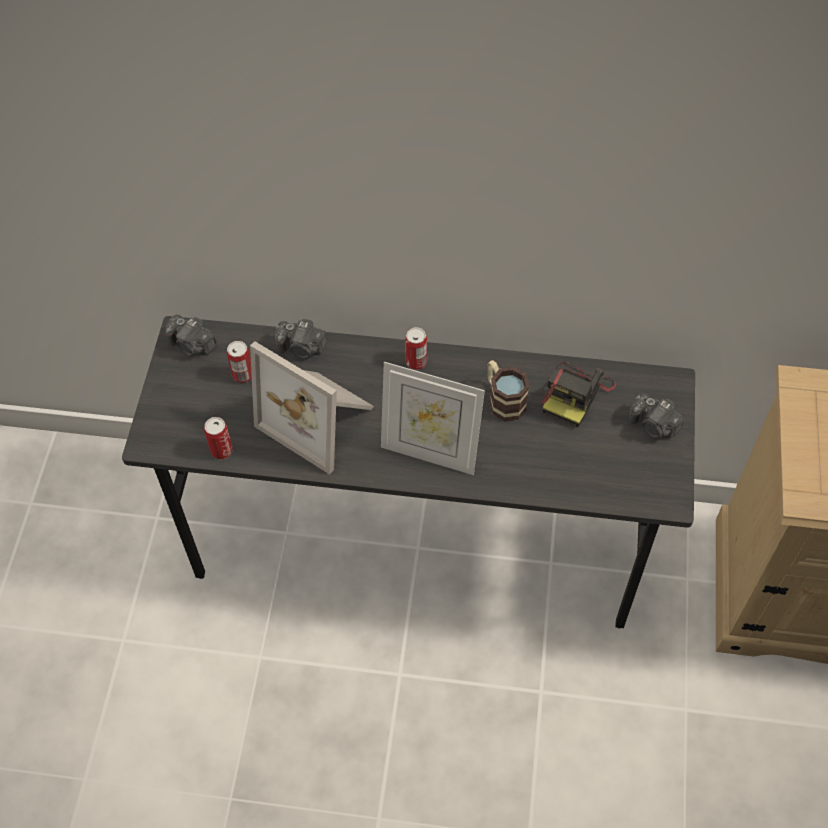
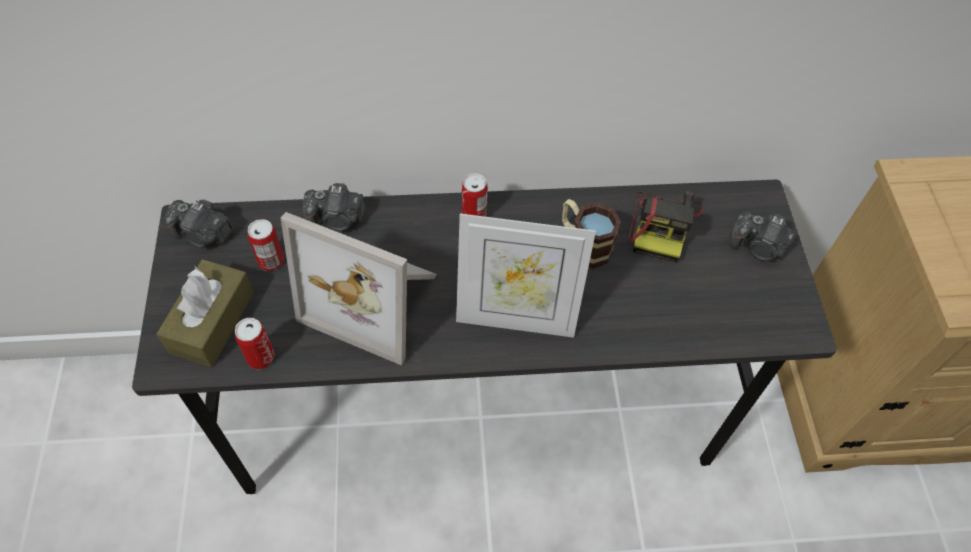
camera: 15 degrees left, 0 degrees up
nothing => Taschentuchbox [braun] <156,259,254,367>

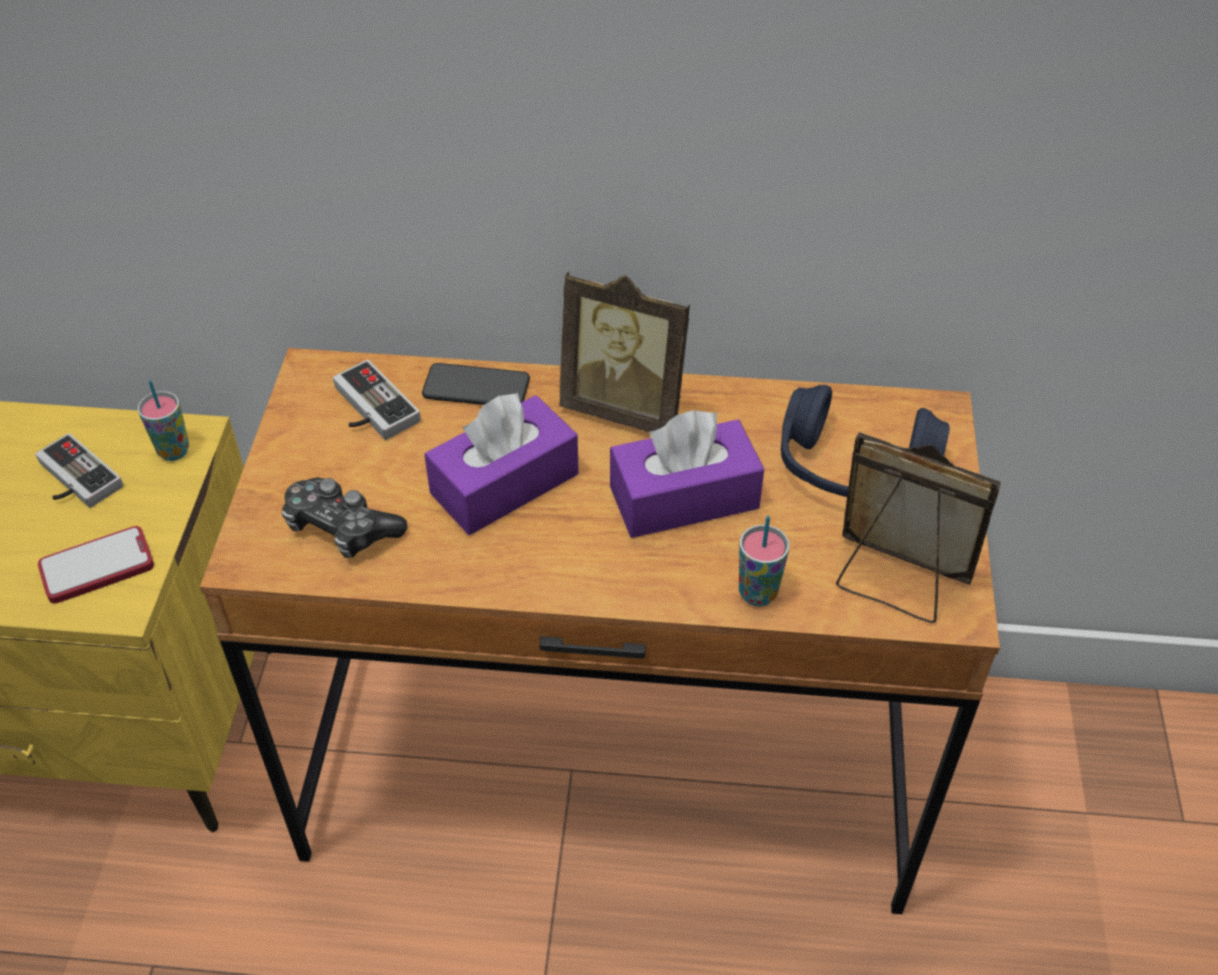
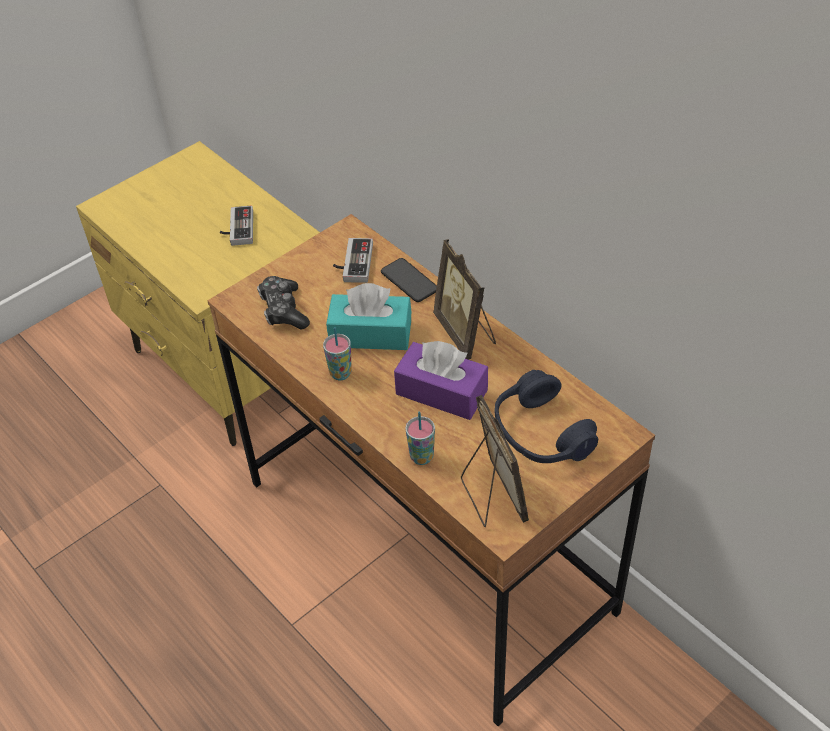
camera: 45 degrees right, 0 degrees up
Handy <38,526,154,604> => nothing
Tasse <137,380,189,461> => Tasse <323,327,352,380>, move
Taschentuchbox [lila] <424,392,579,535> => Taschentuchbox [türkis] <326,283,412,350>

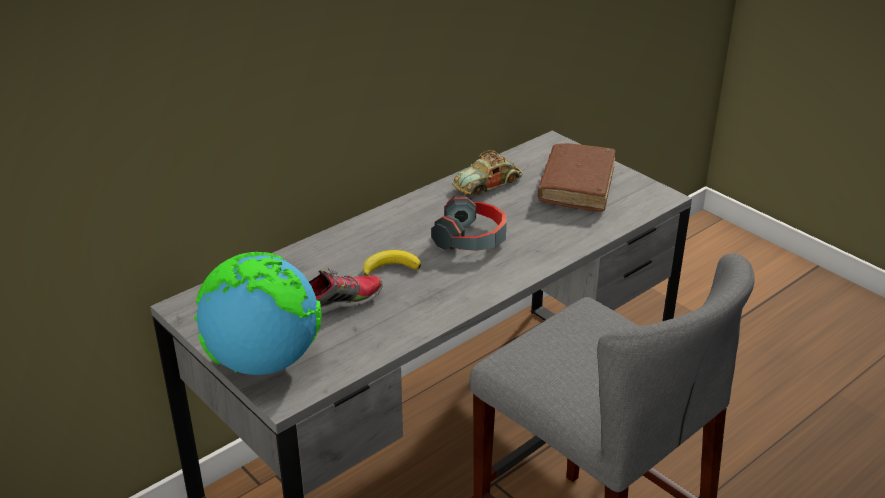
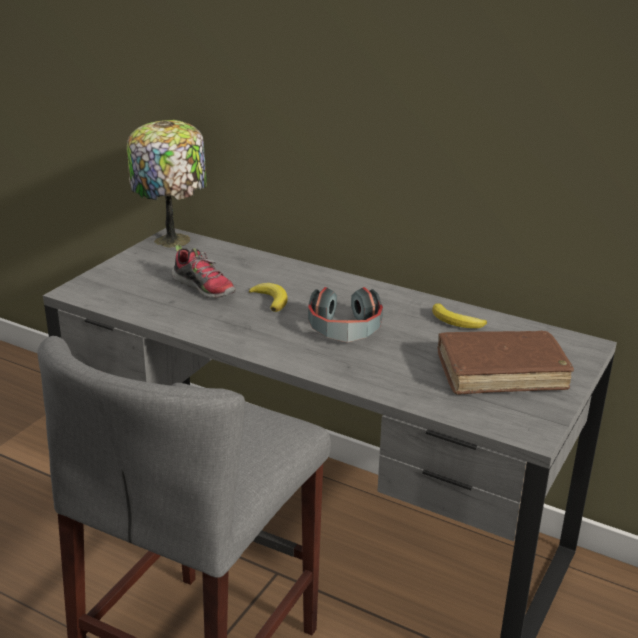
camera: 70 degrees right, 5 degrees down
Globus <194,252,322,375> => nothing
nothing => Tischlampe <127,120,207,248>
Spielzeugauto <452,150,523,195> => Banane <432,303,487,328>

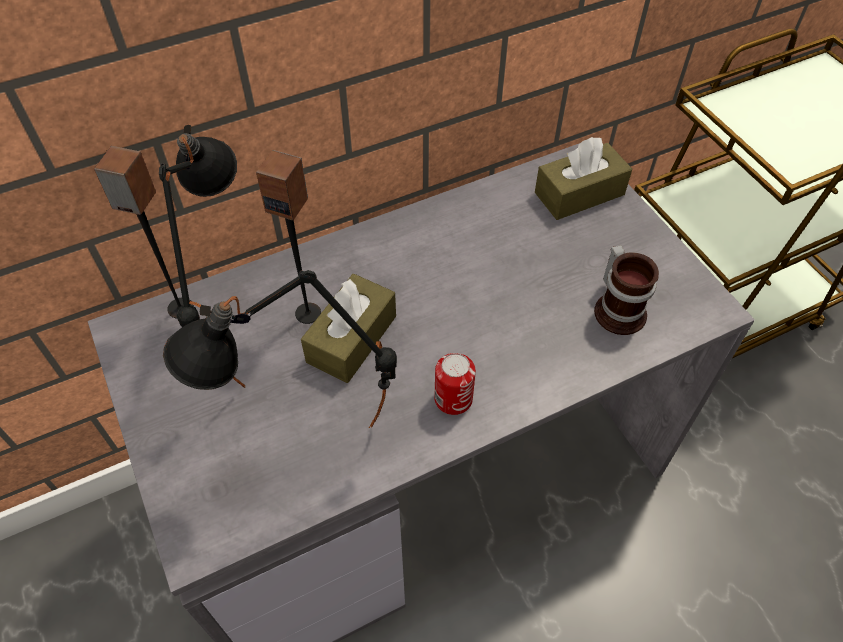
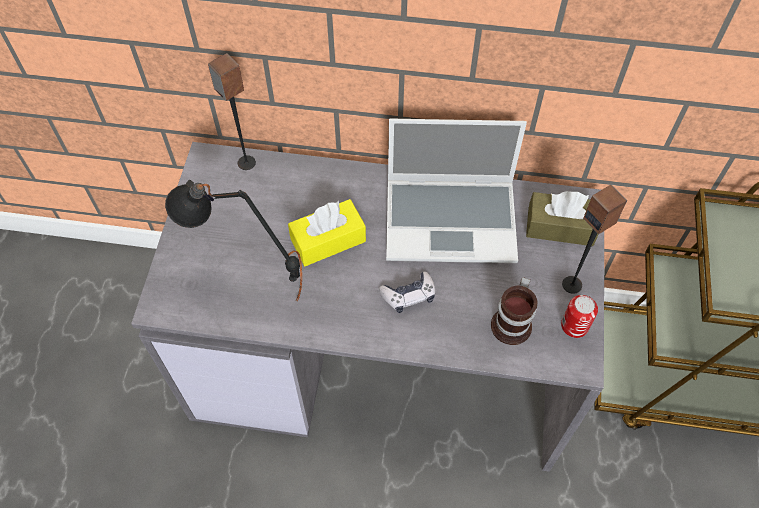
camera: 35 degrees right, 5 degrees up
Tischlampe [schwarz] <159,125,245,388> => nothing
nothing => Gamepad <379,271,435,313>
nothing => Laptop <386,119,527,263>
Lautsprecher <256,150,321,324> => Lautsprecher <562,185,627,294>, move
Dose <434,353,476,415> => Dose <561,295,598,338>, move
Taschentuchbox [braun] <301,274,396,383> => Taschentuchbox [gelb] <288,199,366,266>

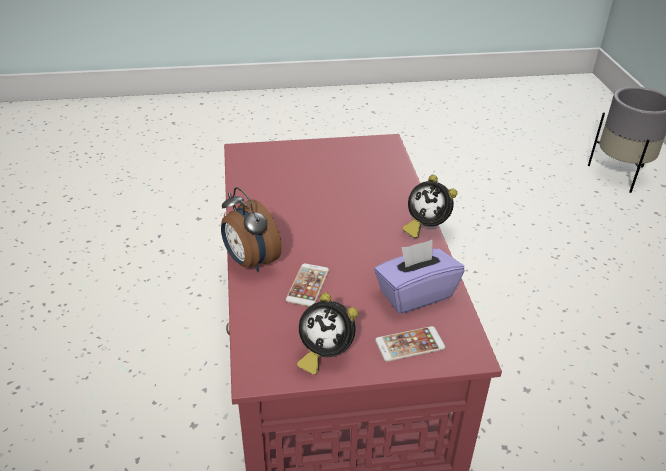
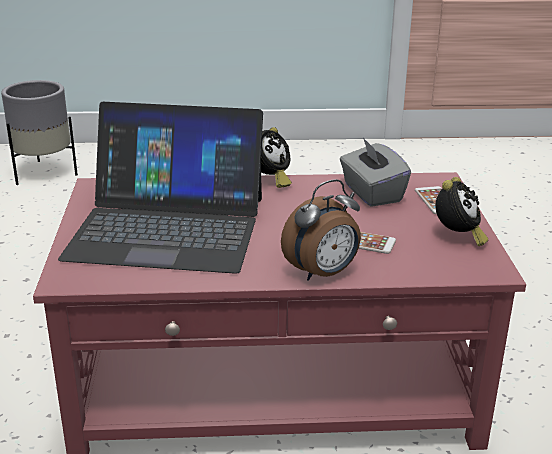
camera: 85 degrees left, 10 degrees down
nothing => Laptop <58,102,263,274>
Taschentuchbox [lila] <374,240,465,314> => Taschentuchbox [grau] <340,138,411,207>

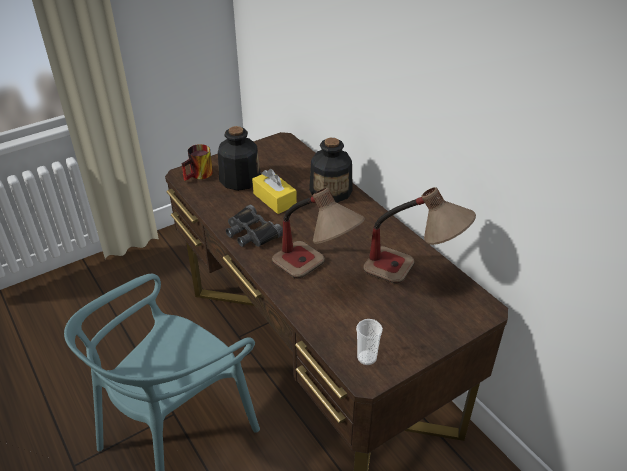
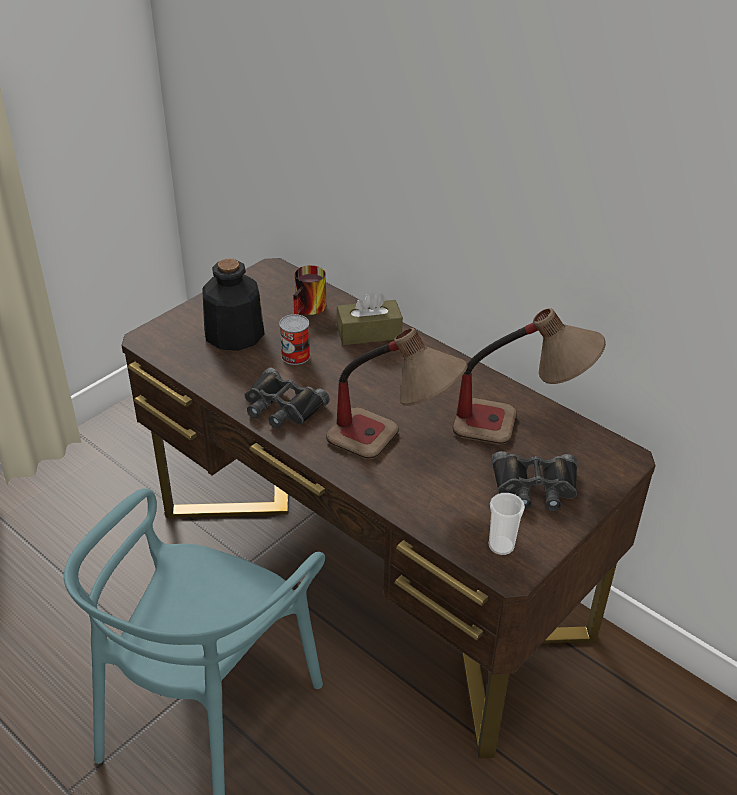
camera: 15 degrees left, 0 degrees up
nothing => Fernglas [schwarz] <492,451,578,511>
Henkelbecher <181,144,213,181> => Henkelbecher <293,265,326,315>, move
Taschentuchbox [gelb] <252,169,297,214> => Dose <279,314,310,365>
Flasche <309,138,353,203> => Taschentuchbox [braun] <337,291,403,345>

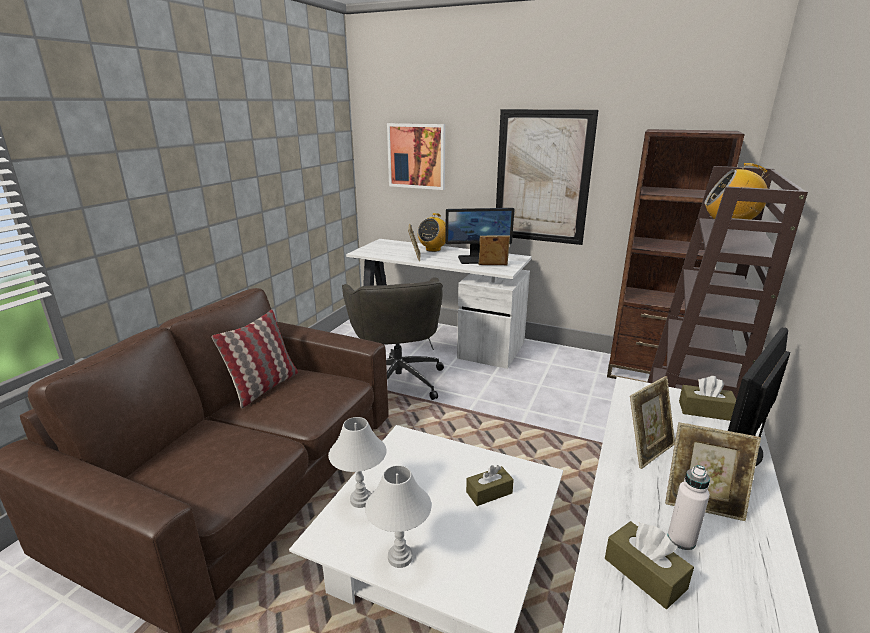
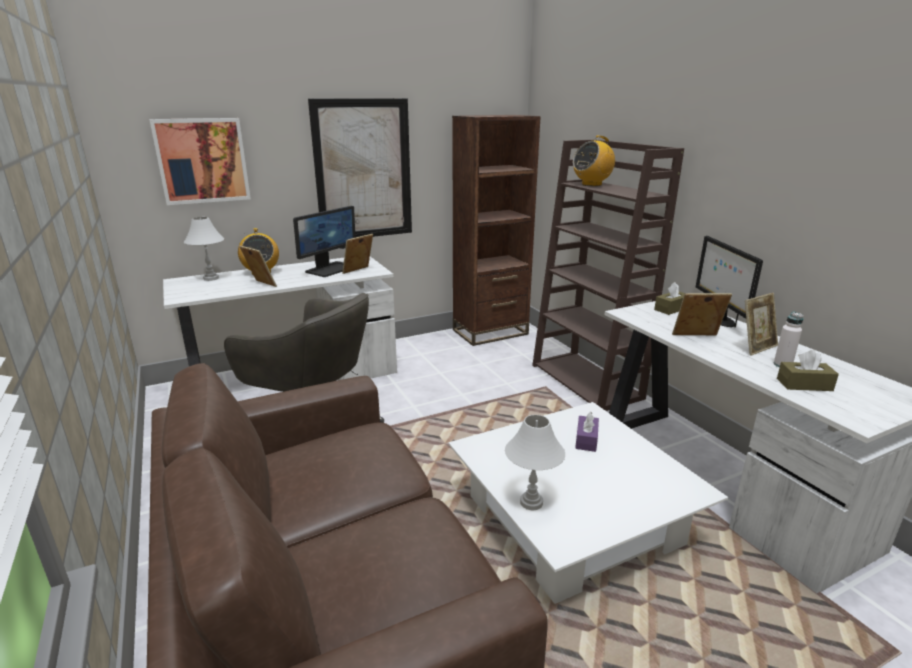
camera: 50 degrees left, 0 degrees up
Kissen <212,309,298,408> => nothing
Tischlampe [weiß] <365,465,432,568> => Tischlampe [weiß] <184,217,224,281>, move
Taschentuchbox [braun] <466,465,514,506> => Taschentuchbox [lila] <575,412,599,452>
Bilderrahmen <630,376,675,469> => Bilderrahmen <672,293,732,336>, 90 degrees counterclockwise

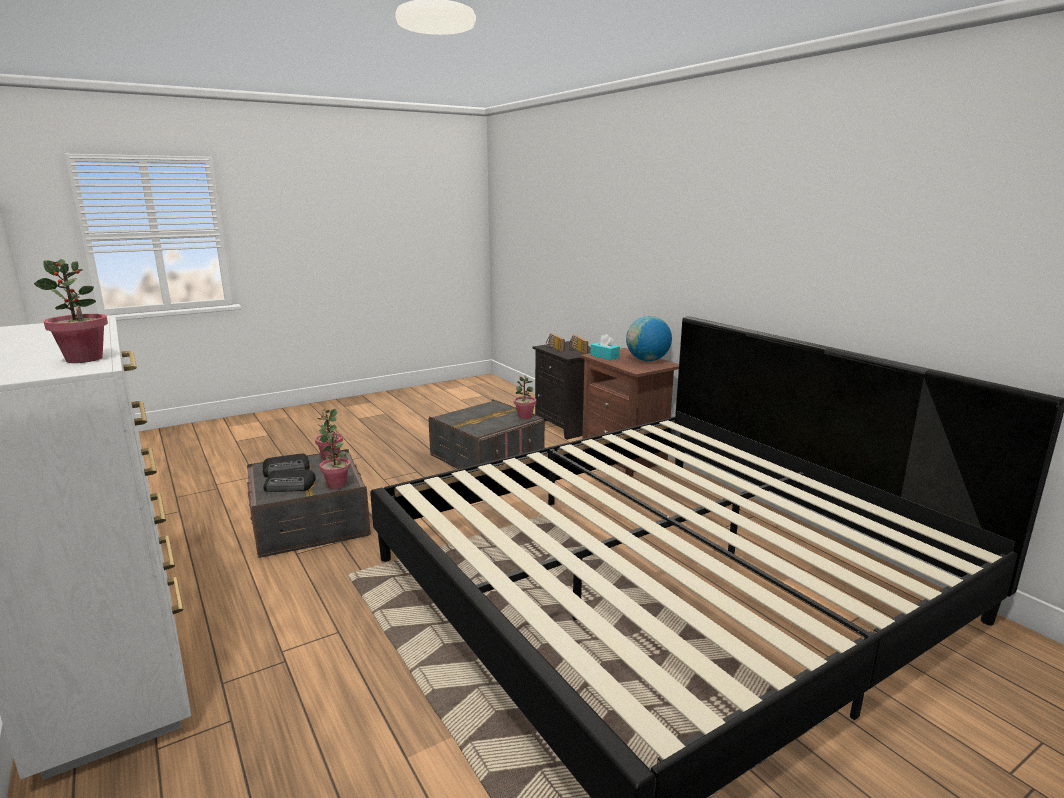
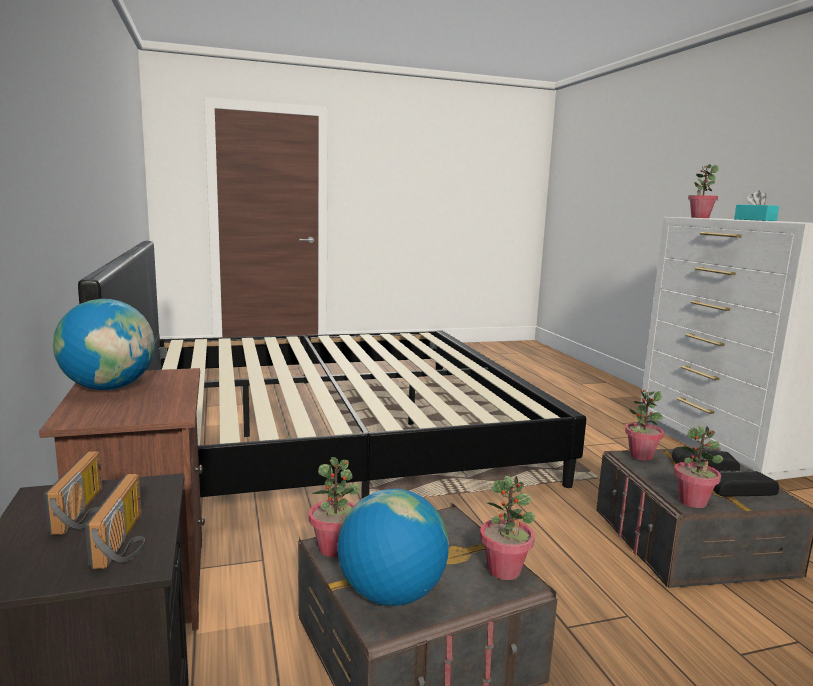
camera: 165 degrees left, 5 degrees down
nothing => Globus <337,489,449,606>
nothing => Topfpflanze <480,476,535,580>
Taschentuchbox [türkis] <590,334,620,360> => Taschentuchbox [türkis] <734,190,779,221>, move

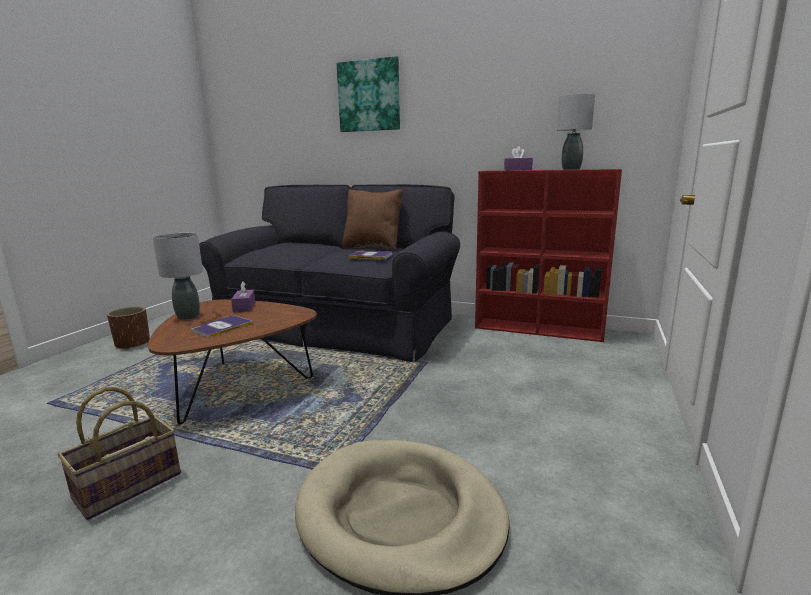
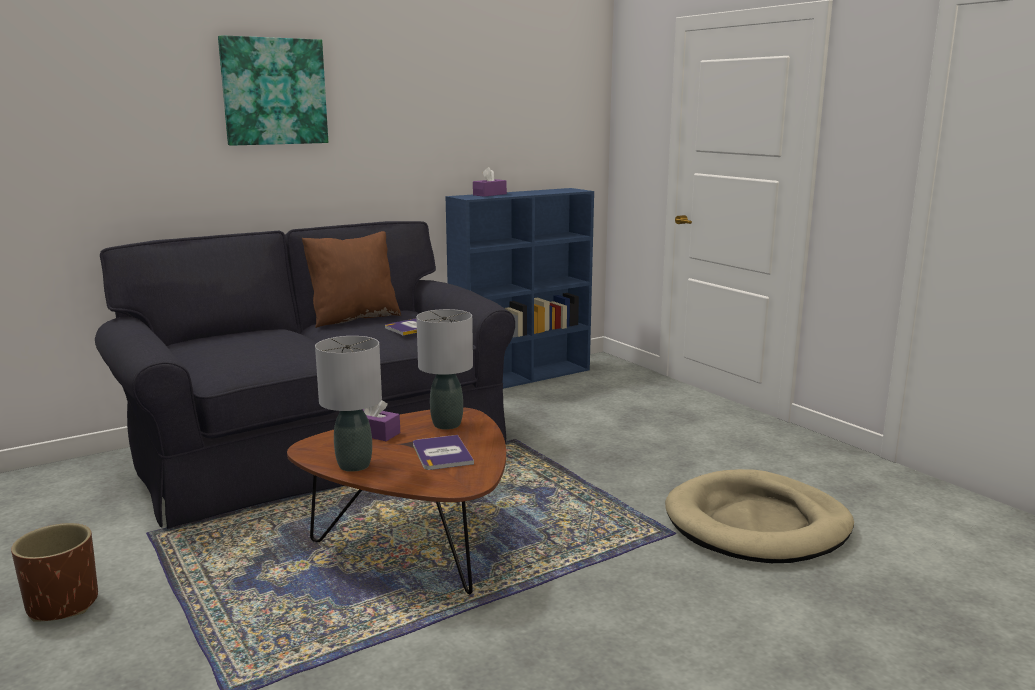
camera: 55 degrees left, 0 degrees up
Korb <57,387,181,520> => nothing
Tischlampe [grau] <557,94,595,170> => Tischlampe [grau] <416,309,473,430>, move
Bücherregal [rot] <475,169,622,342> => Bücherregal [blau] <446,188,594,389>

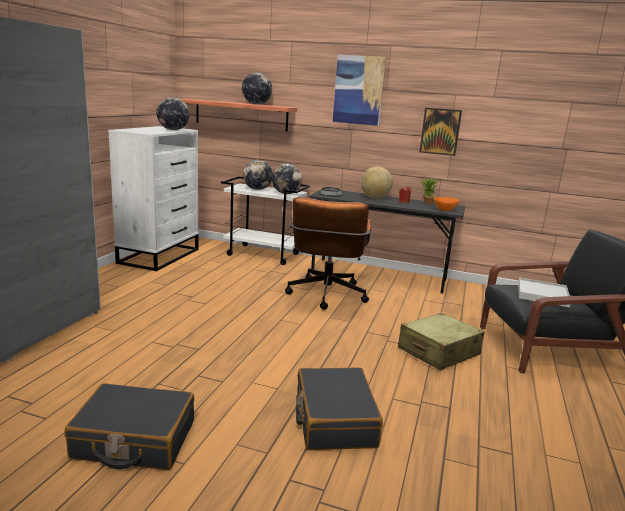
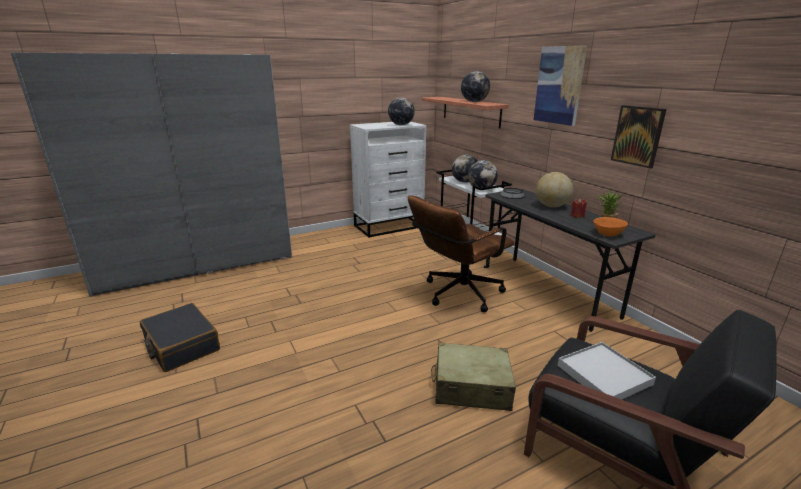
camera: 45 degrees right, 5 degrees up
Koffer [schwarz] <296,367,383,450> => nothing

